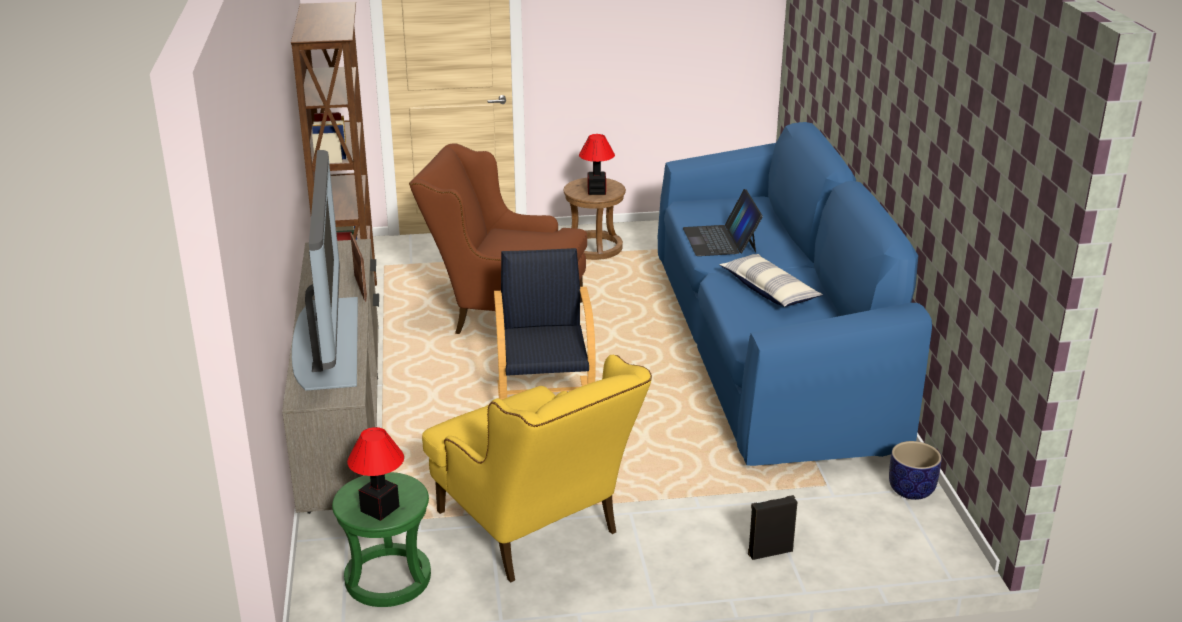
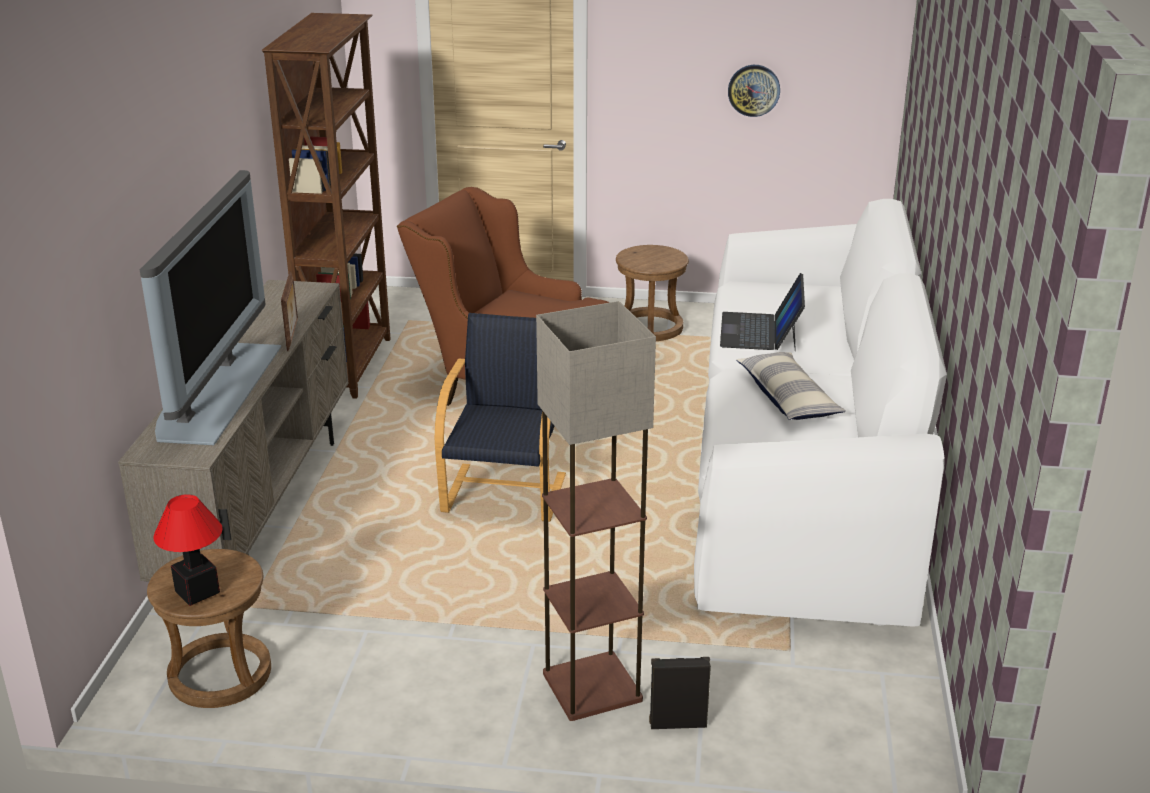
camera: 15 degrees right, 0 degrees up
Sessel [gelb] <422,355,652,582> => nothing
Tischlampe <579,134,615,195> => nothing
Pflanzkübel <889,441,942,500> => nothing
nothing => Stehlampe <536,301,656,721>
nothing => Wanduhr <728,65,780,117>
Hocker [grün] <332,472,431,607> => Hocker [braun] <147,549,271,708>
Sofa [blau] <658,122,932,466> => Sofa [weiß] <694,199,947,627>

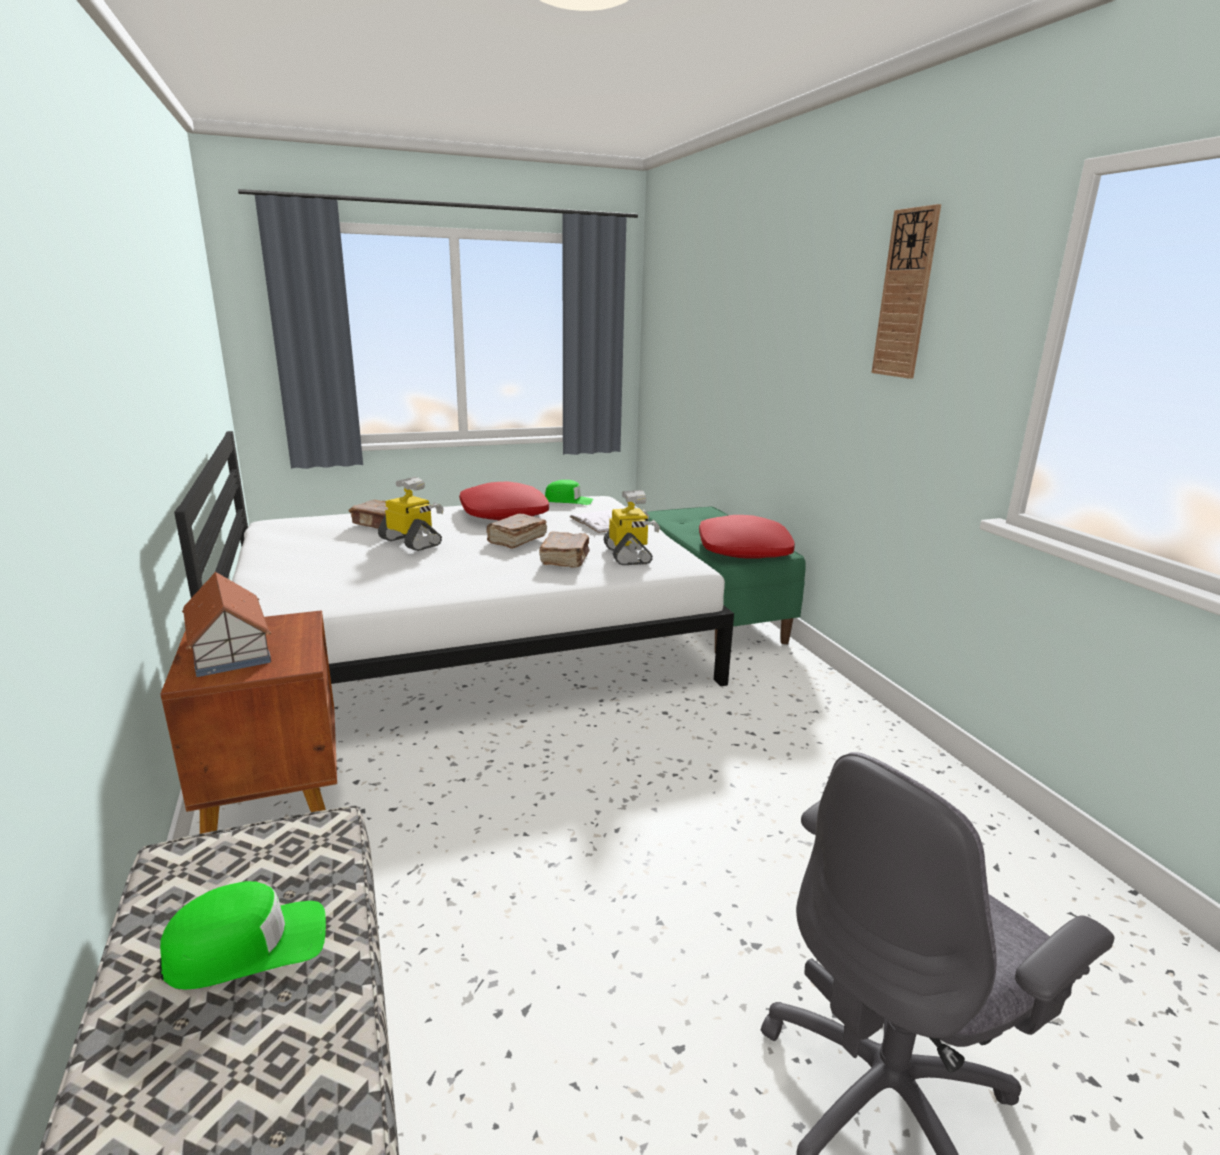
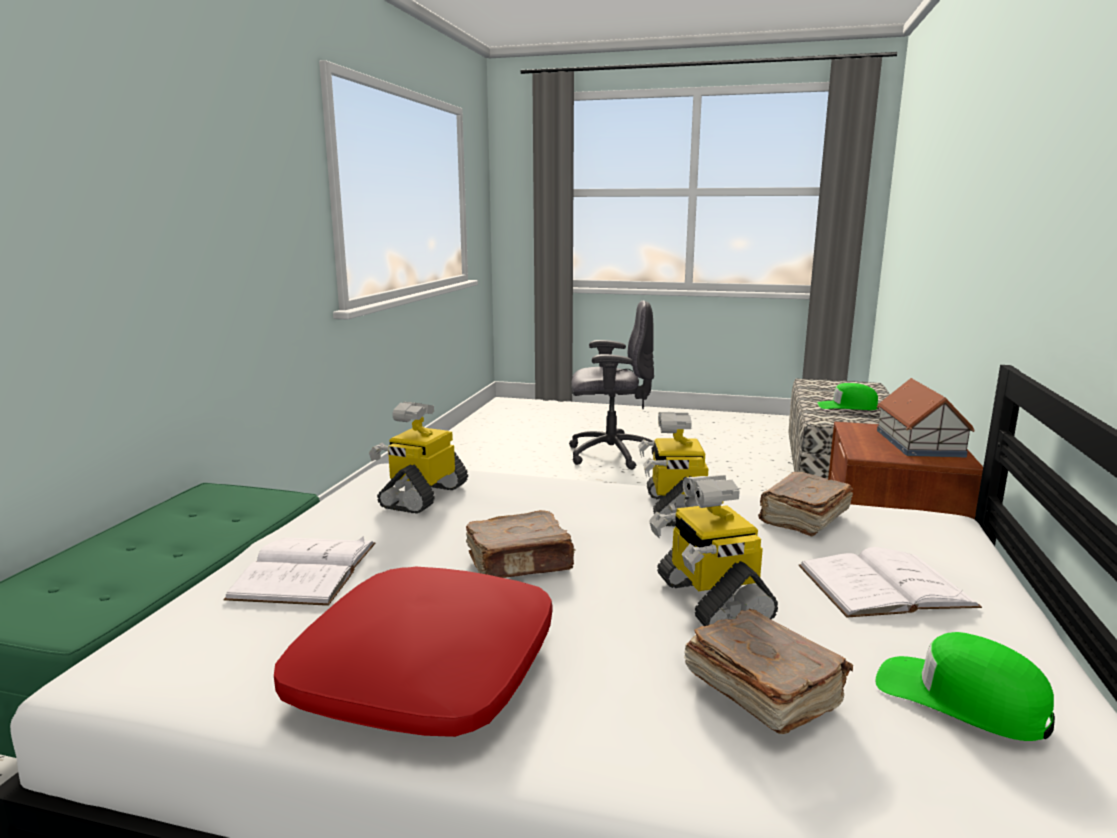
camera: 145 degrees left, 5 degrees down
Kissen [rot] <699,515,795,559> => nothing
Wanduhr <872,204,941,379> => nothing
nothing => Spielzeugroboter <638,412,708,526>
nothing => Buch [weiß] <798,547,982,618>
Buch [braun] <539,531,590,568> => Buch [braun] <758,472,853,536>, move
Kappe [grün] <545,480,593,505> => Kappe [grün] <875,632,1055,741>, move

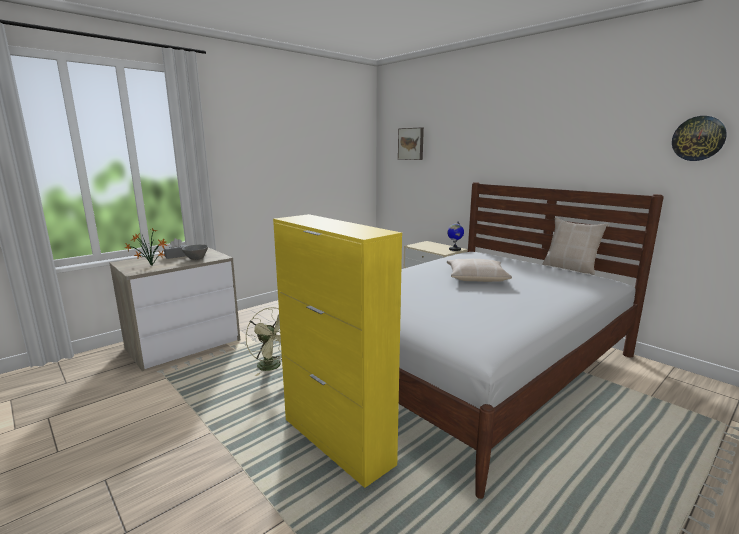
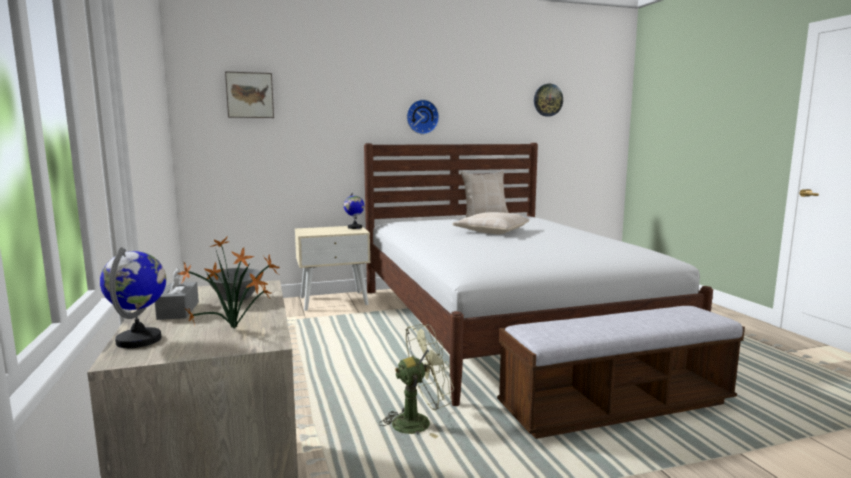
camera: 65 degrees left, 5 degrees down
nothing => Globus <100,247,166,348>
nothing => Wanduhr <407,99,439,134>
Schrank [gelb] <273,214,402,488> => Bank <497,306,745,439>

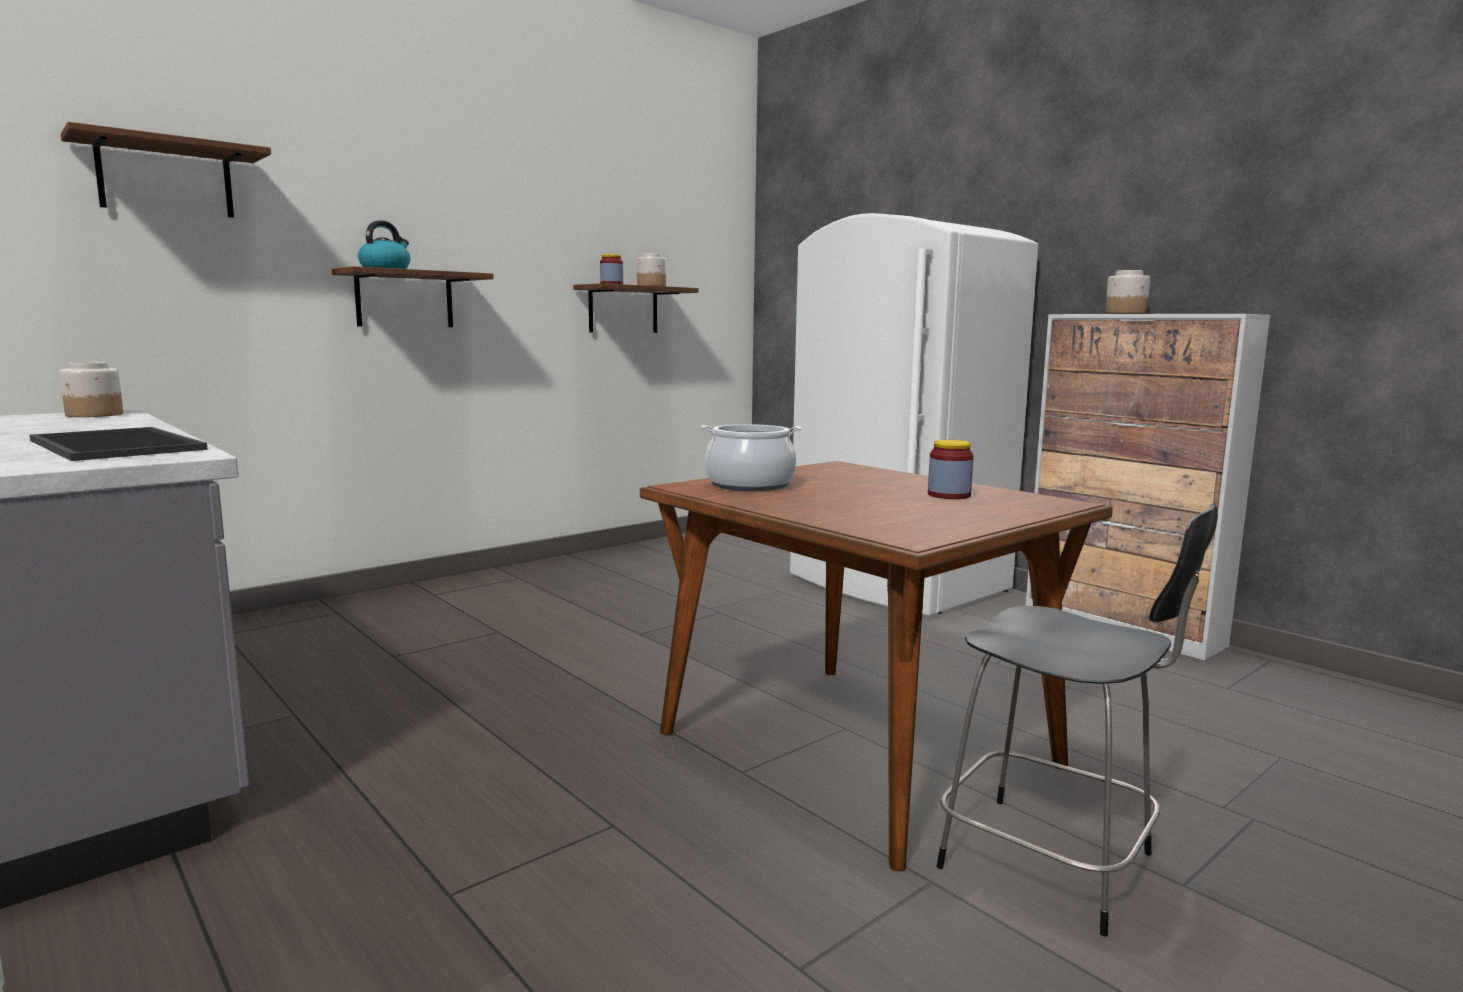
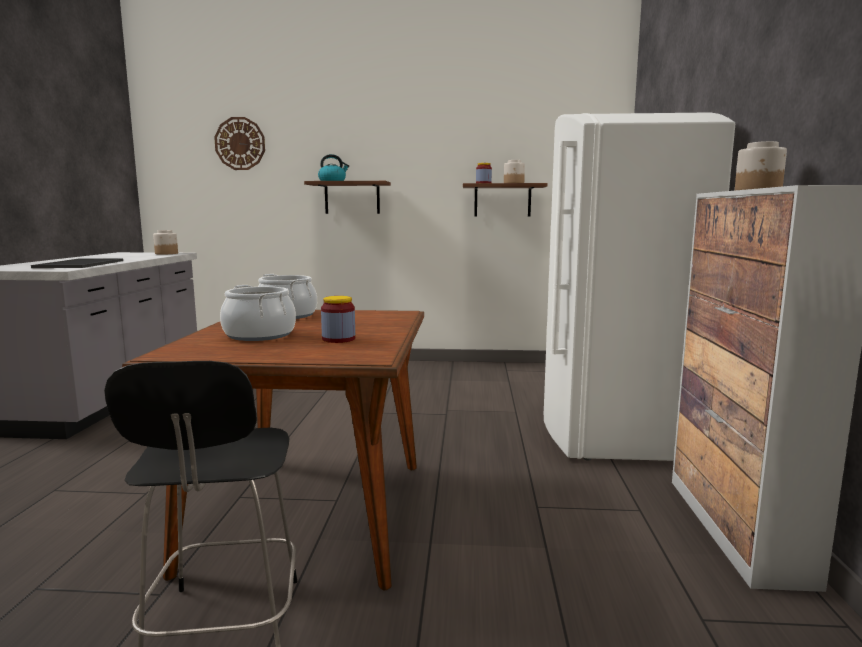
camera: 45 degrees right, 0 degrees up
nothing => Kochtopf <220,285,296,341>
Wandregal <61,122,271,218> => Wanduhr <214,117,265,170>

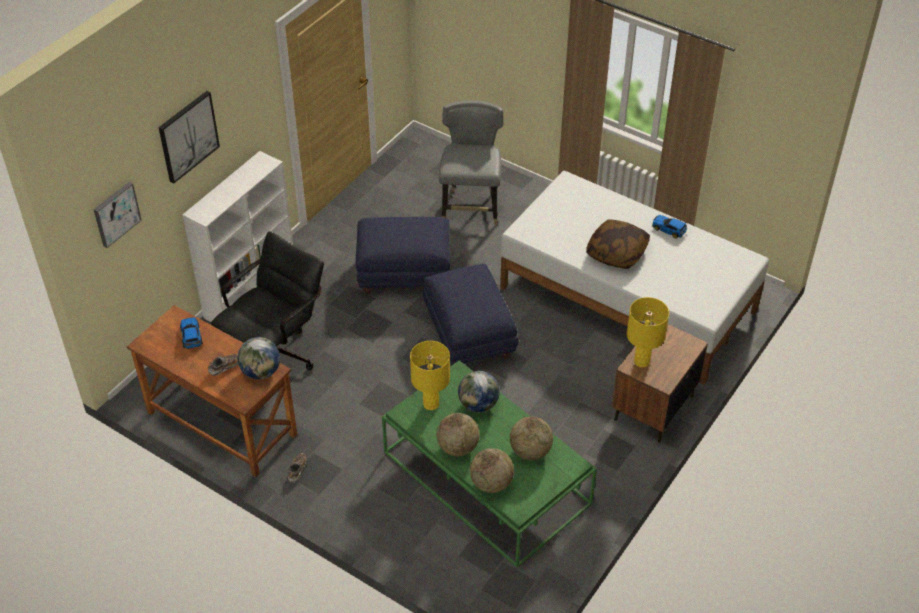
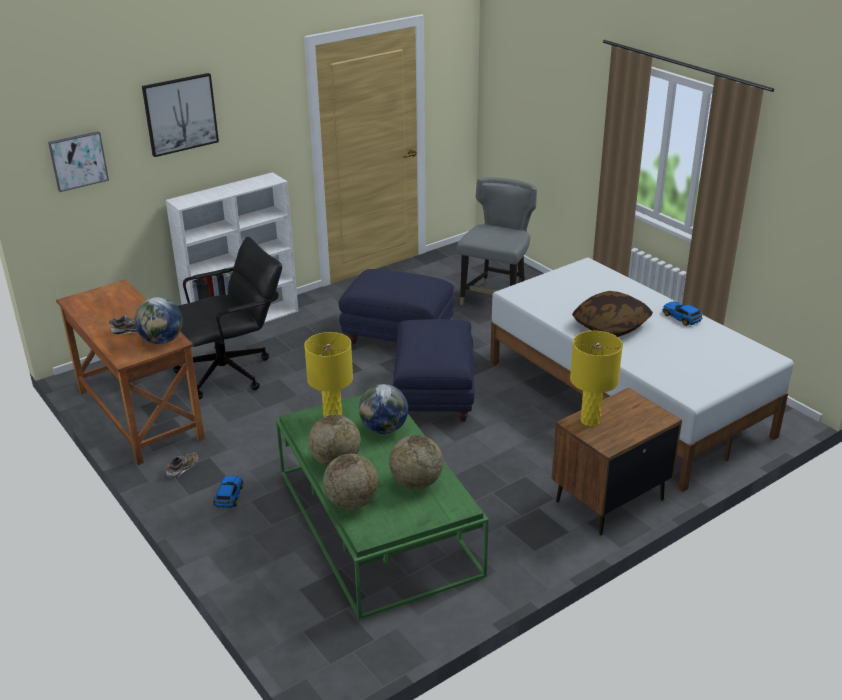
camera: 20 degrees right, 15 degrees down
Spielzeugauto <180,318,203,349> => Spielzeugauto <214,476,243,508>, move

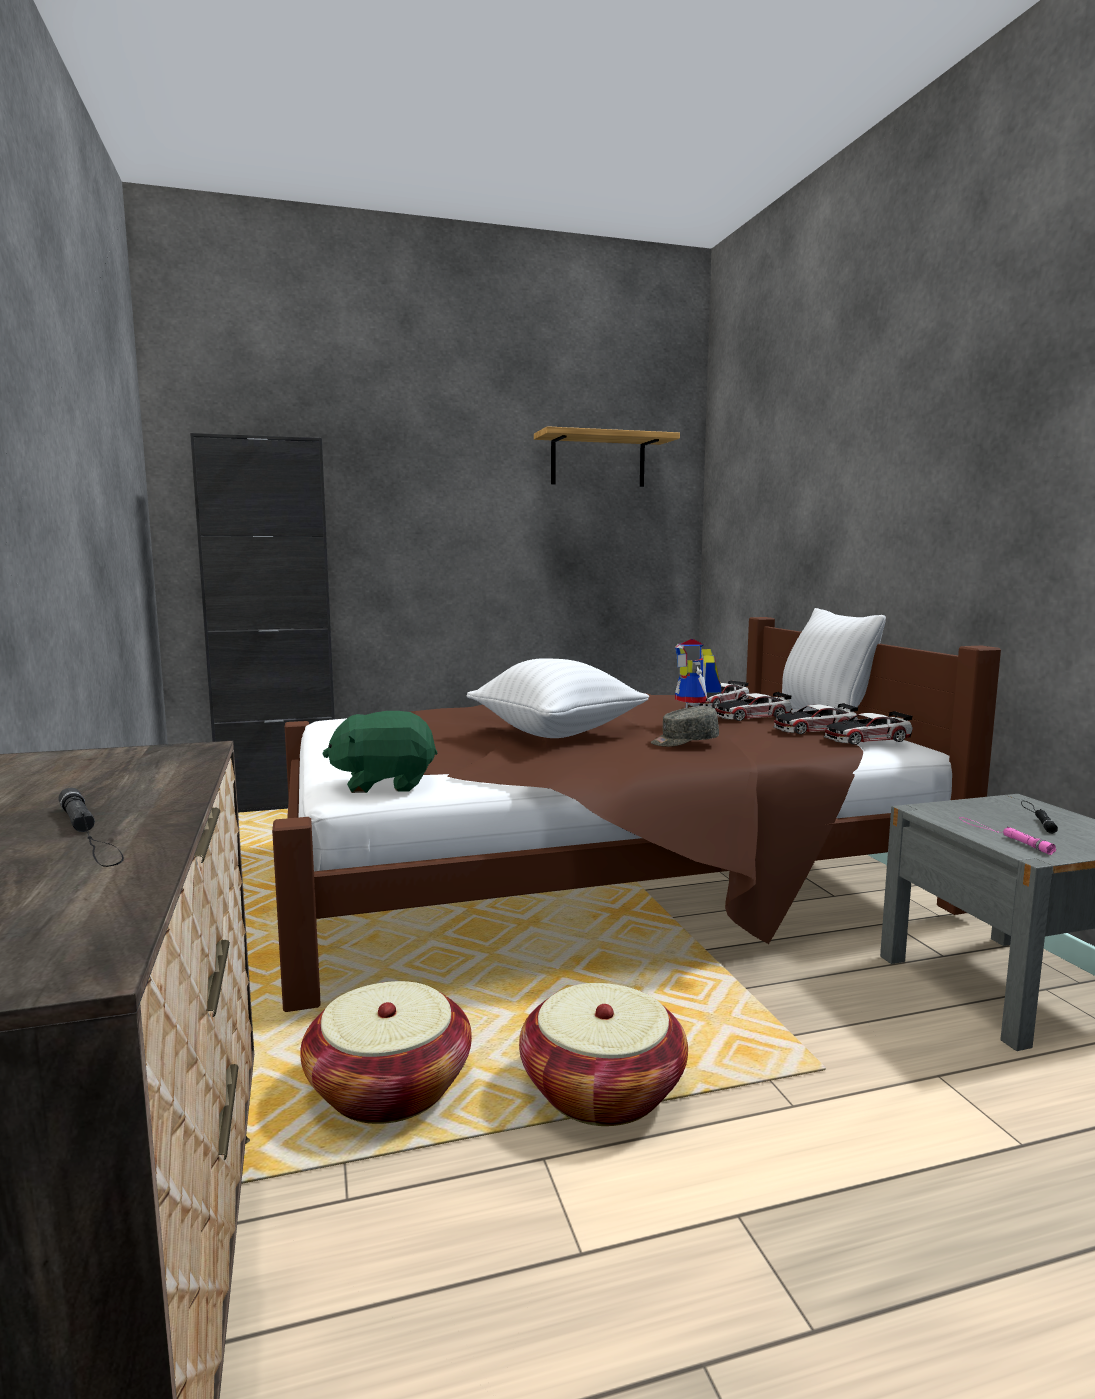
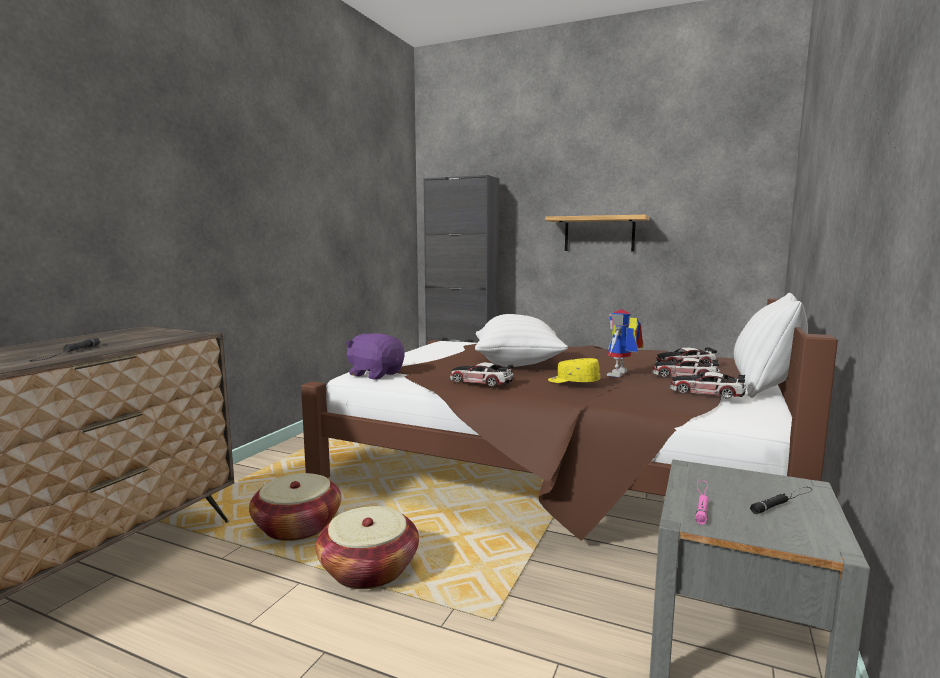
camera: 40 degrees right, 0 degrees up
Wandregal <534,426,680,487> => Wandregal <545,215,650,251>, move
Spielzeugauto <824,711,913,745> => Spielzeugauto <450,362,514,387>, move
Plüschtier [grün] <322,711,437,793> => Plüschtier [lila] <345,333,405,379>
Kappe [grau] <651,706,719,747> => Kappe [gelb] <548,358,600,383>

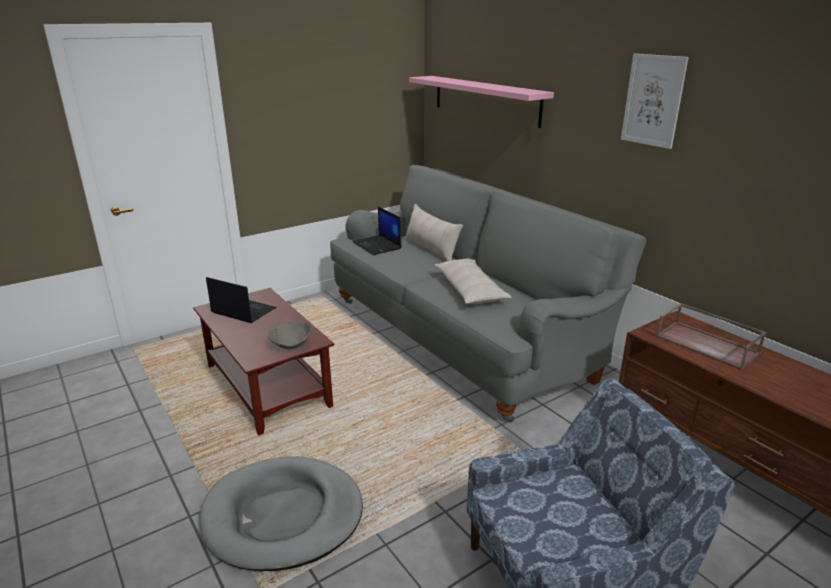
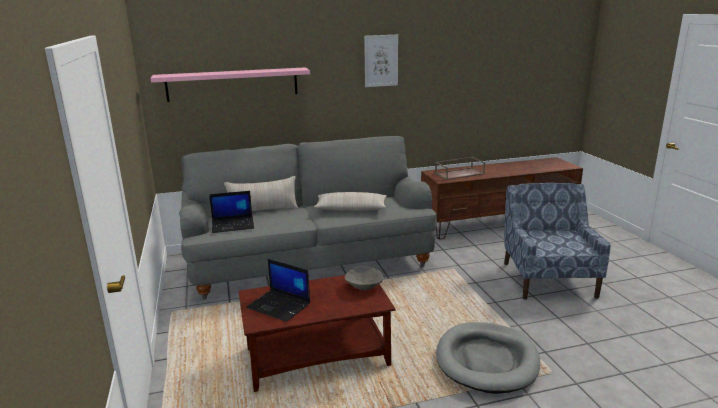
camera: 70 degrees left, 5 degrees down
Laptop <206,277,276,323> => Laptop <246,259,310,322>, 105 degrees counterclockwise

